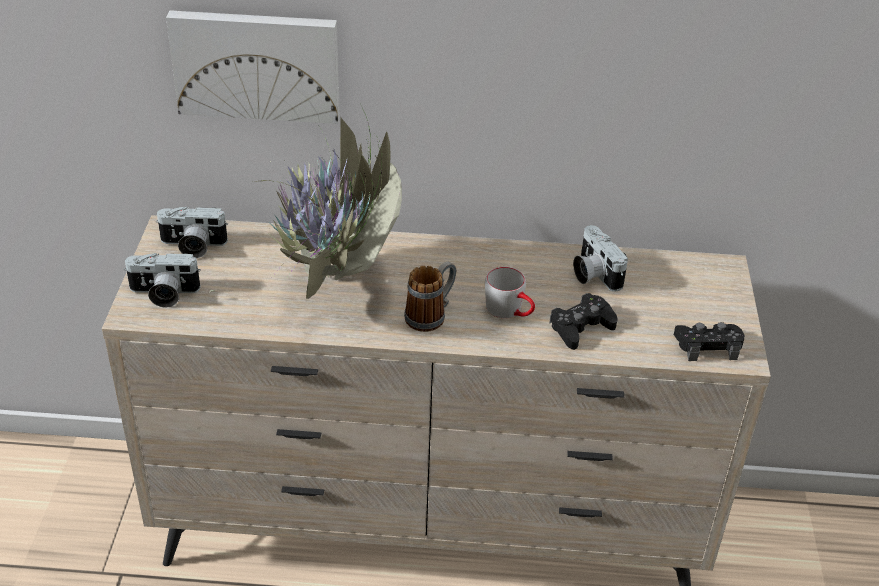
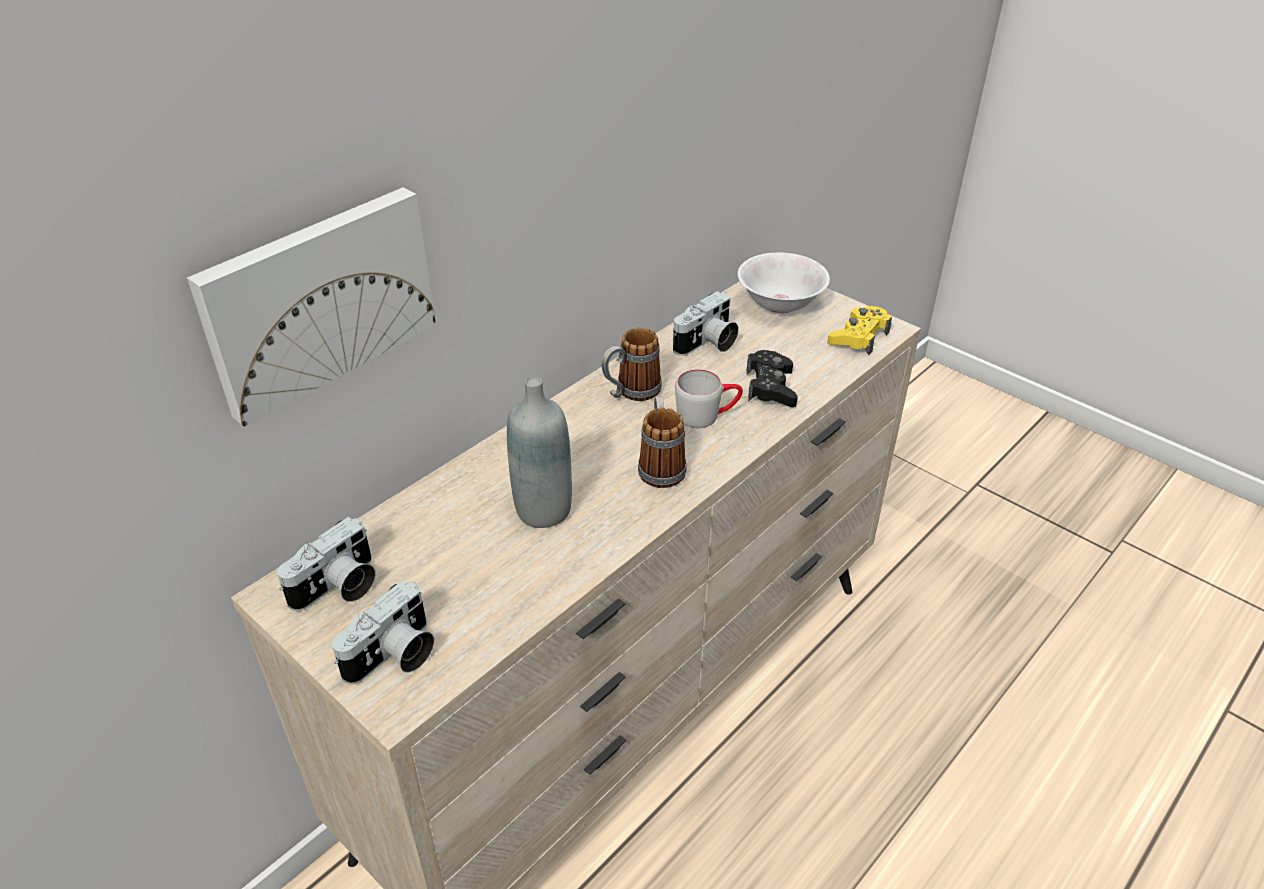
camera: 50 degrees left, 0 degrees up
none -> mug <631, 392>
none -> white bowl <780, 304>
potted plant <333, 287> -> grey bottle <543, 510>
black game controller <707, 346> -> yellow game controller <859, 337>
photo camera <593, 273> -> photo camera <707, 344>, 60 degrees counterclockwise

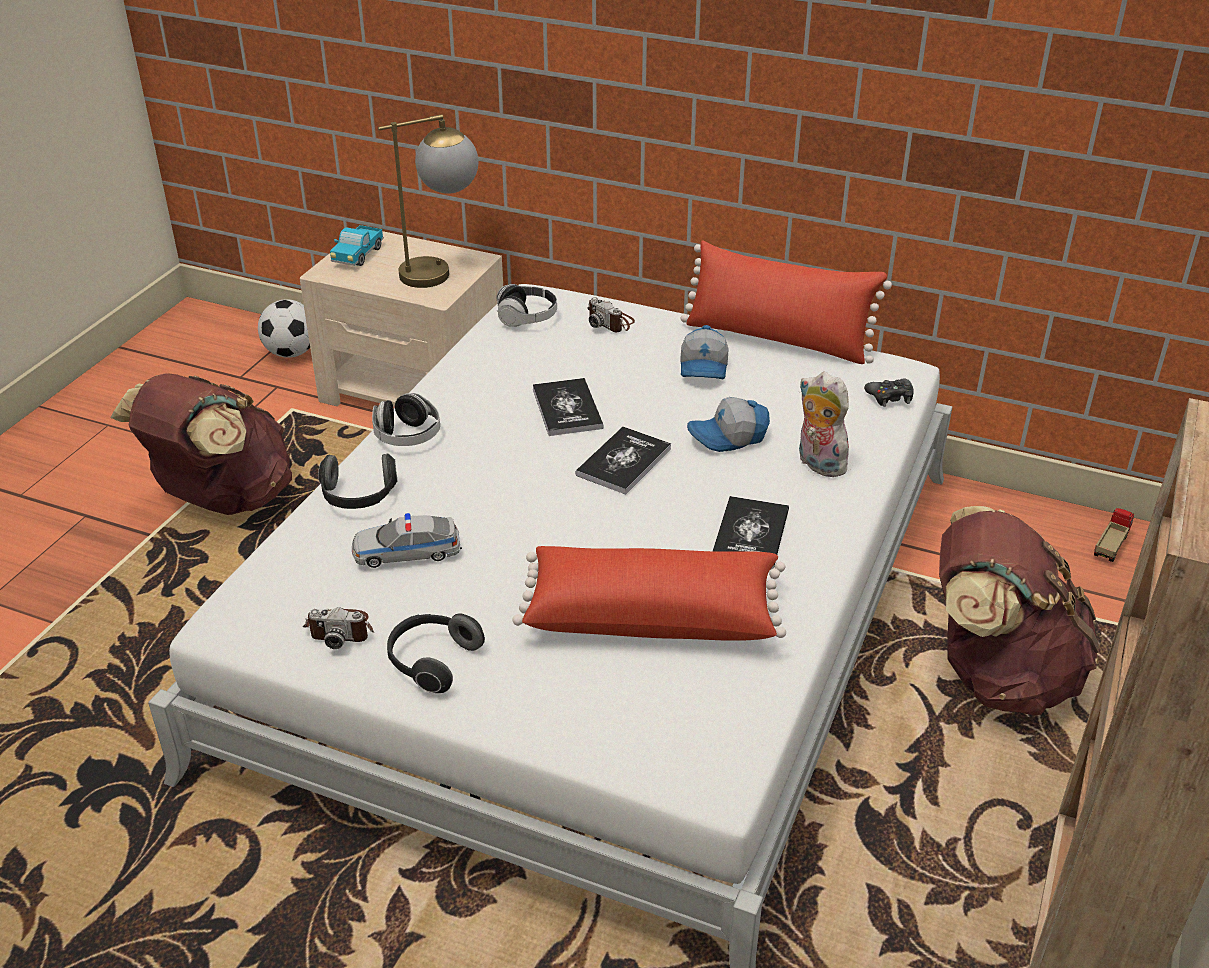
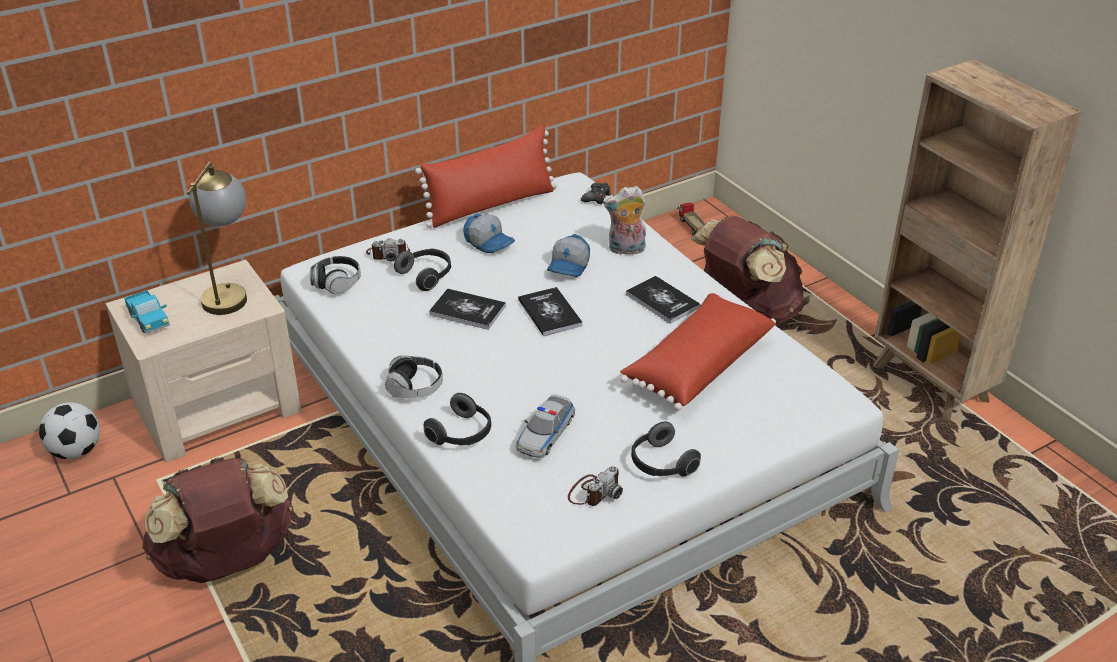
camera: 55 degrees left, 0 degrees up
none -> headphones <426, 276>

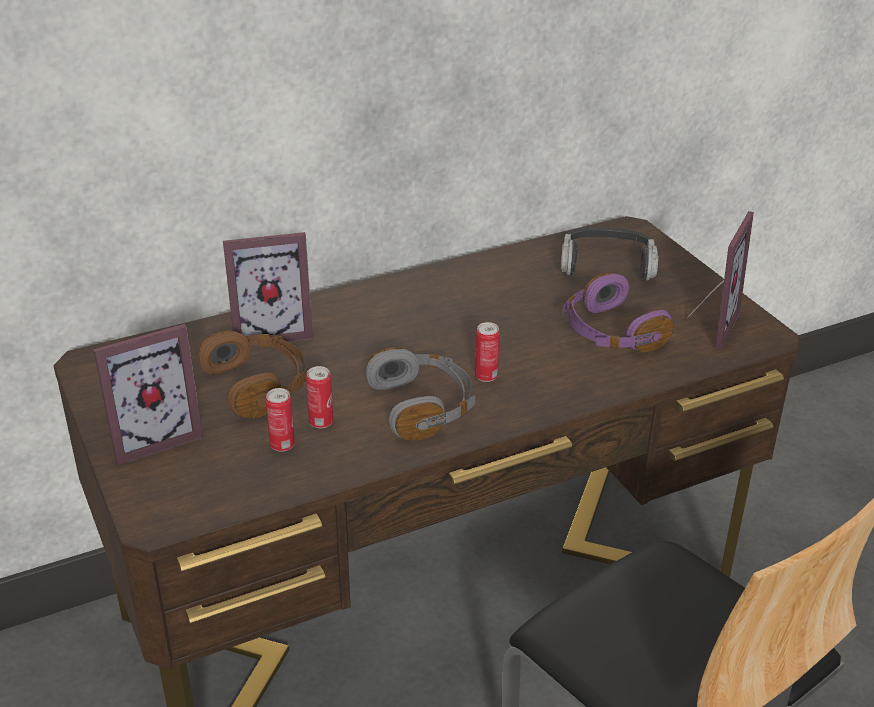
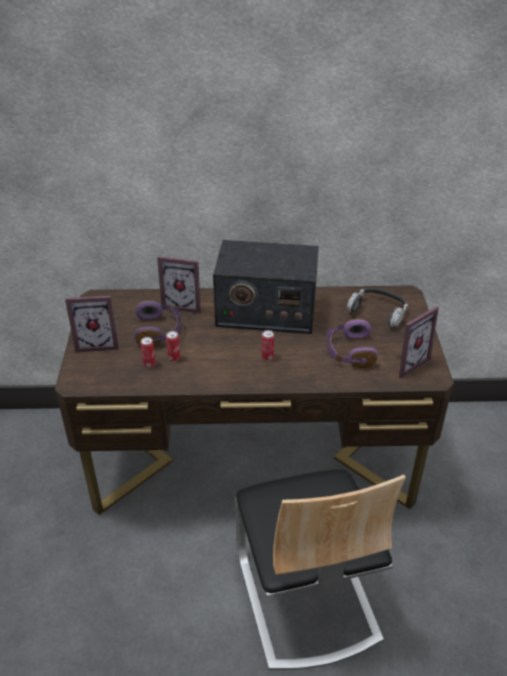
camera: 25 degrees right, 5 degrees up
grey headphones <423, 407> -> none
none -> radio <265, 311>
brown headphones <259, 386> -> purple headphones <159, 331>

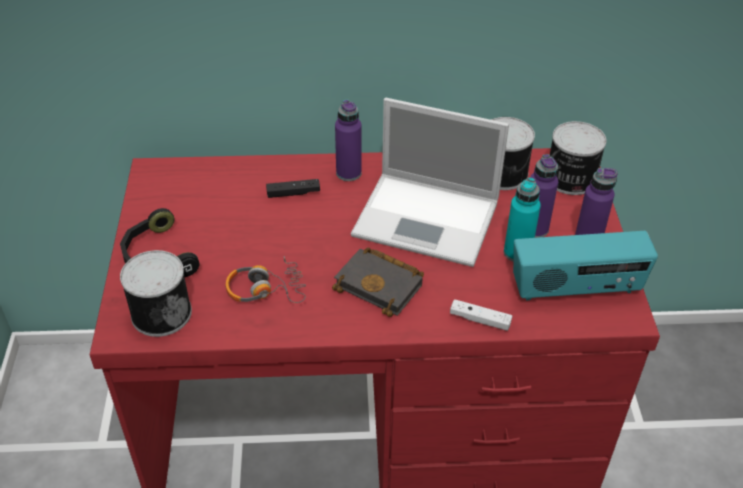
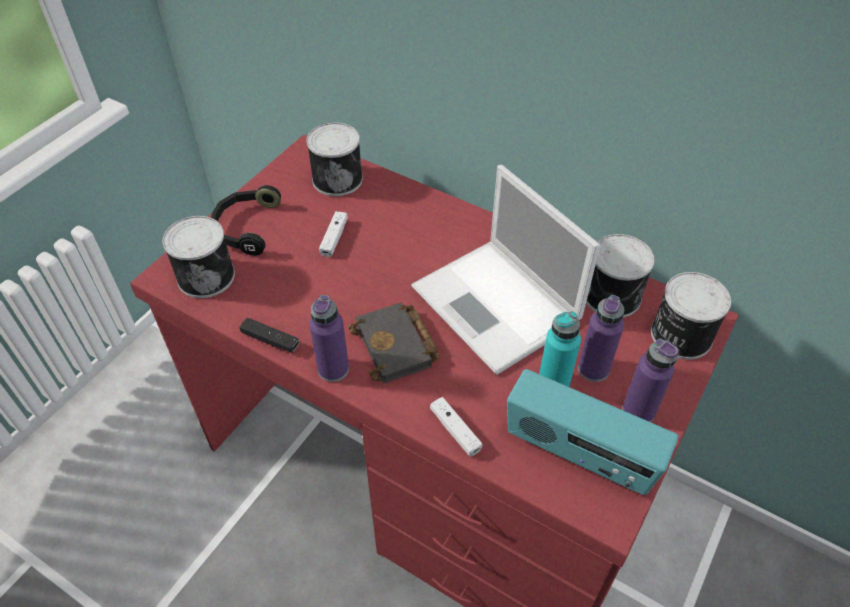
camera: 35 degrees right, 5 degrees up
headphones <266, 289> -> none
none -> can <337, 178>
none -> white game controller <334, 238>
black game controller <293, 193> -> black game controller <270, 340>, shifted
purple bottle <348, 173> -> purple bottle <333, 369>, shifted

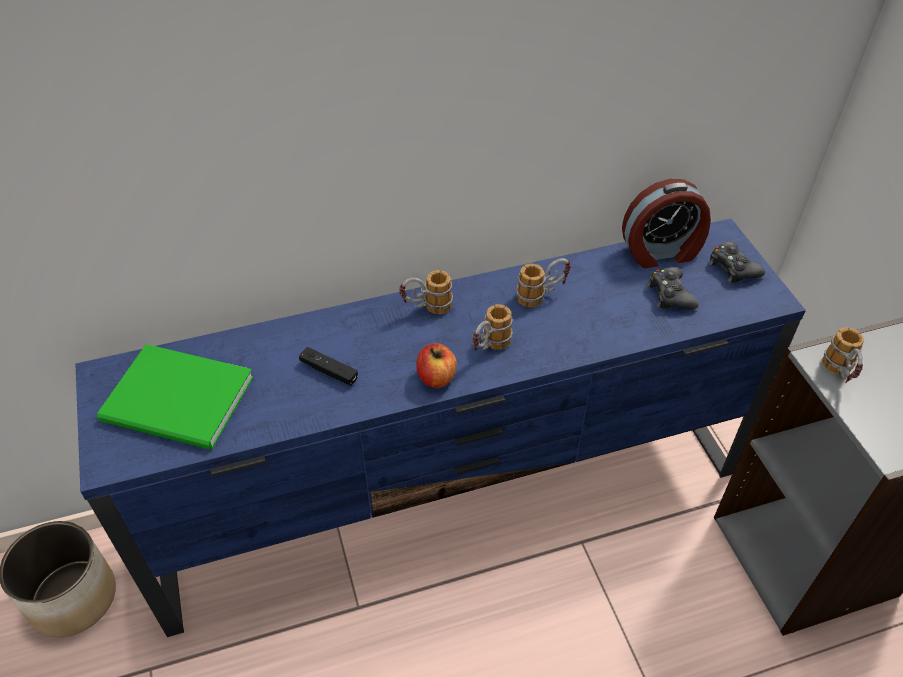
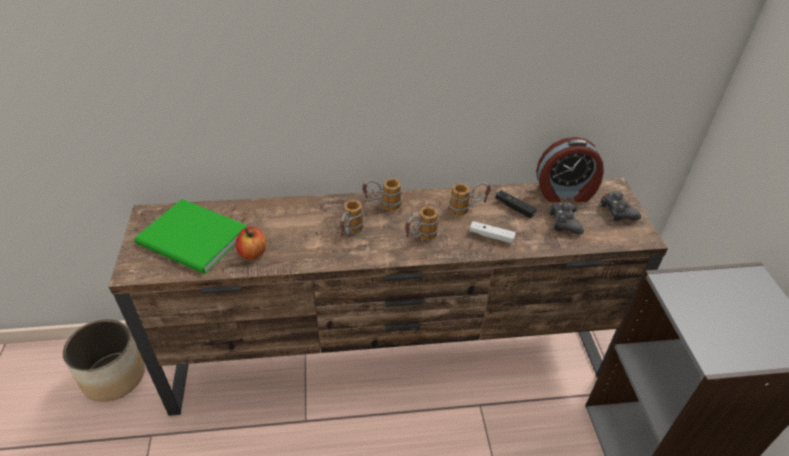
camera: 10 degrees right, 5 degrees down
none -> white game controller <491, 236>
black game controller <329, 371> -> black game controller <514, 208>, shifted
apple <436, 377> -> apple <253, 253>, shifted
mug <839, 374> -> mug <350, 233>, shifted
blue tv stand <453, 498> -> brown tv stand <392, 356>

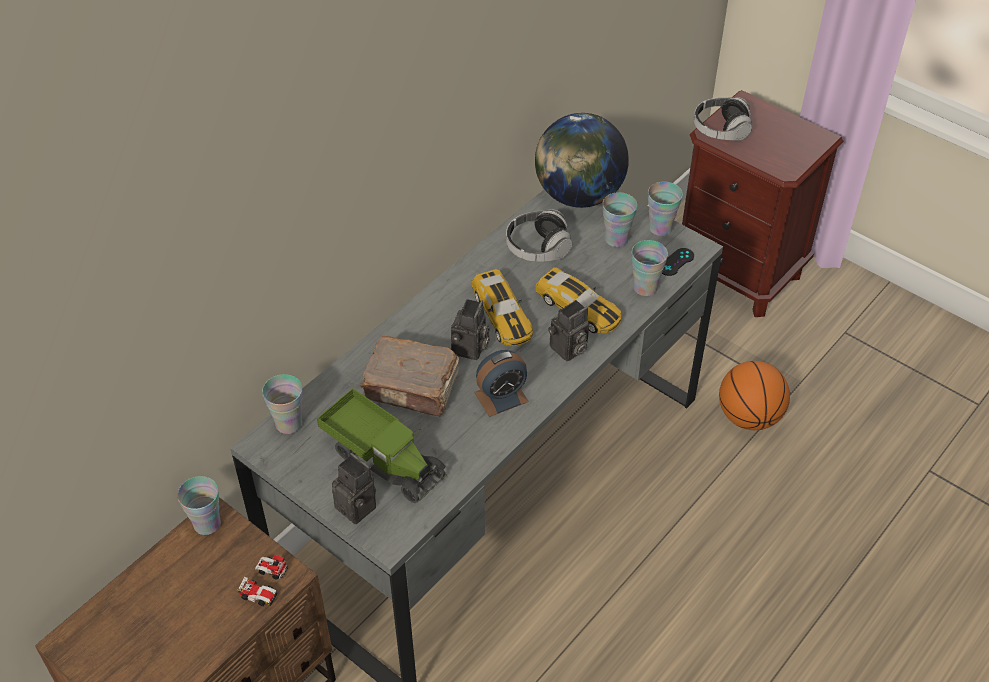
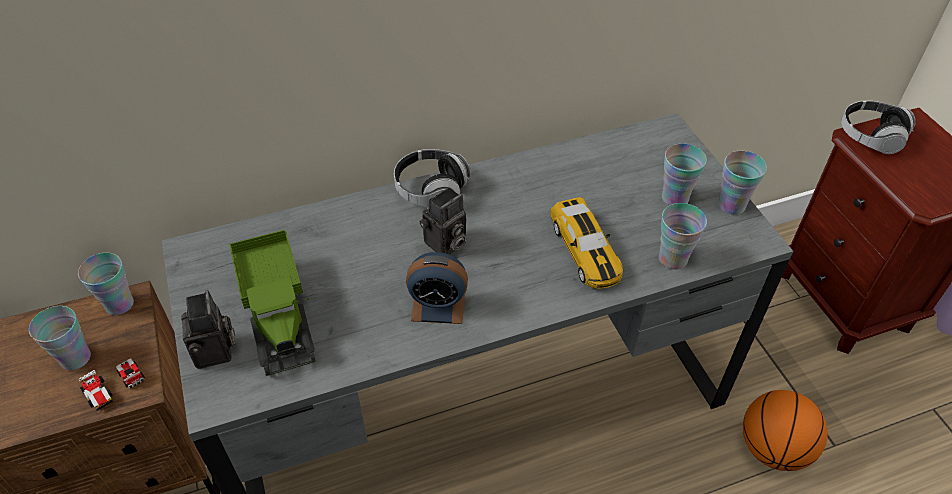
camera: 30 degrees right, 0 degrees up
brown book <412, 387> -> none
toy car <502, 315> -> none
globe <578, 196> -> none
photo camera <568, 350> -> none
black game controller <676, 262> -> none
cup <288, 424> -> cup <75, 358>, shifted
headphones <537, 248> -> headphones <431, 190>, shifted

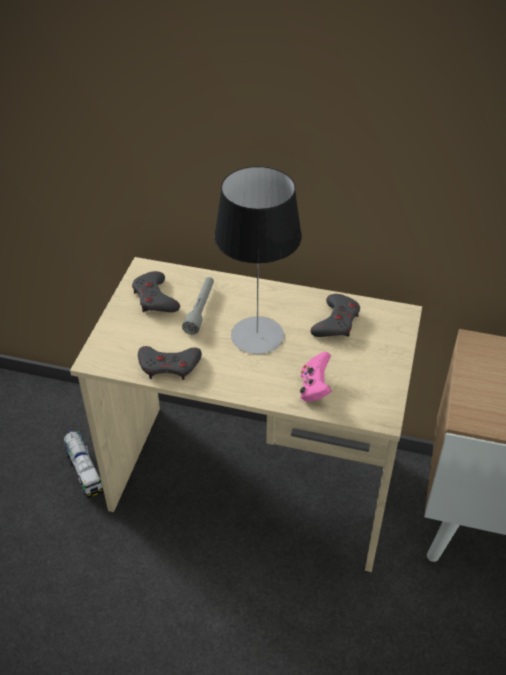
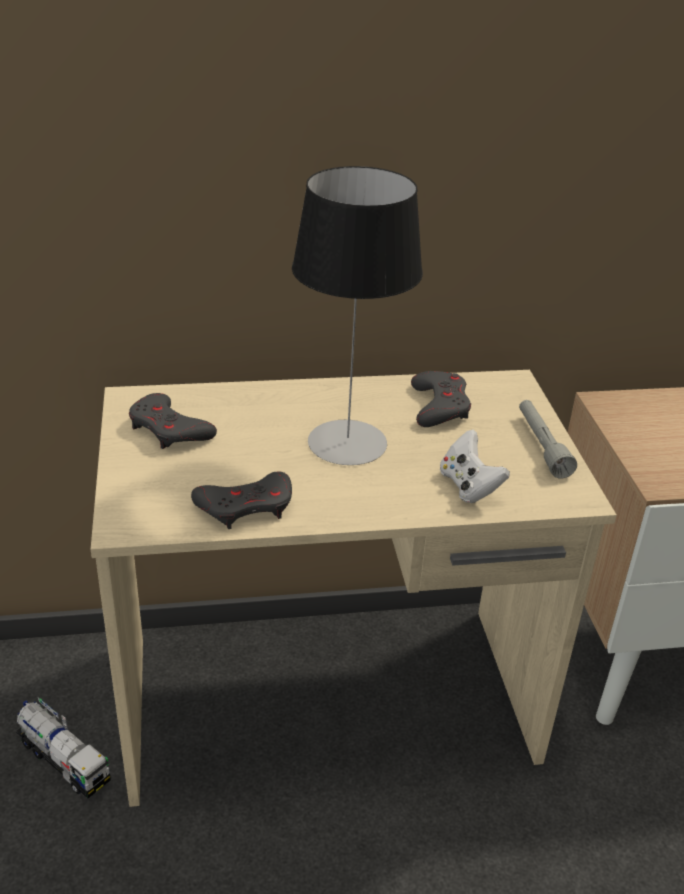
camera: 25 degrees left, 10 degrees down
grey flashlight <200, 310> -> grey flashlight <541, 446>, shifted
pink game controller <314, 388> -> white game controller <468, 486>

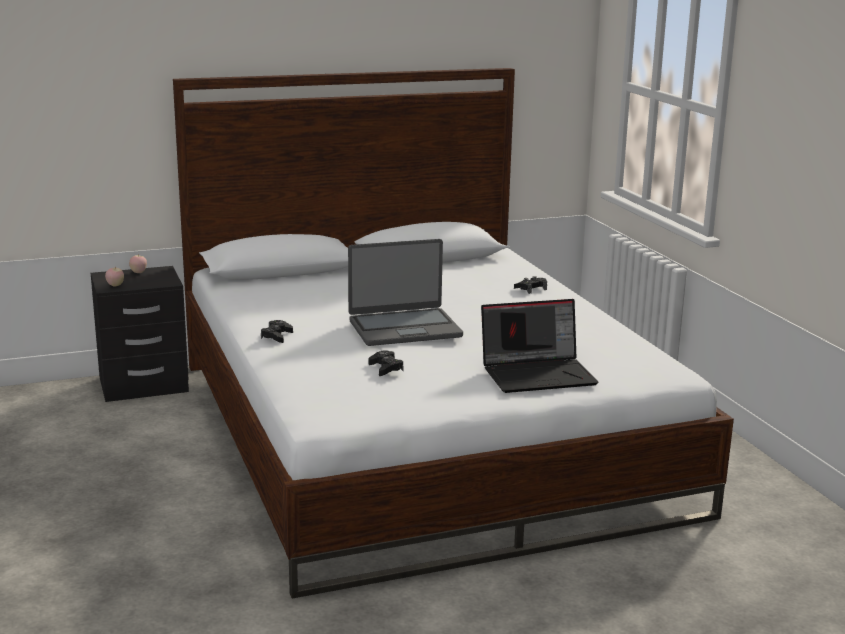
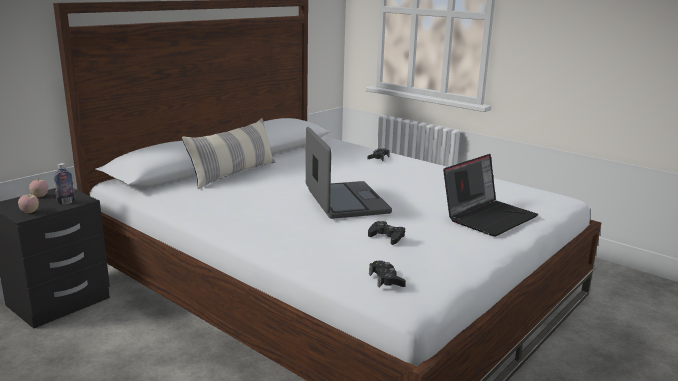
camera: 30 degrees left, 0 degrees up
none -> bottle <66, 202>
none -> pillow <233, 174>
black game controller <276, 336> -> black game controller <386, 280>, shifted
laptop <404, 328> -> laptop <345, 201>, 60 degrees counterclockwise

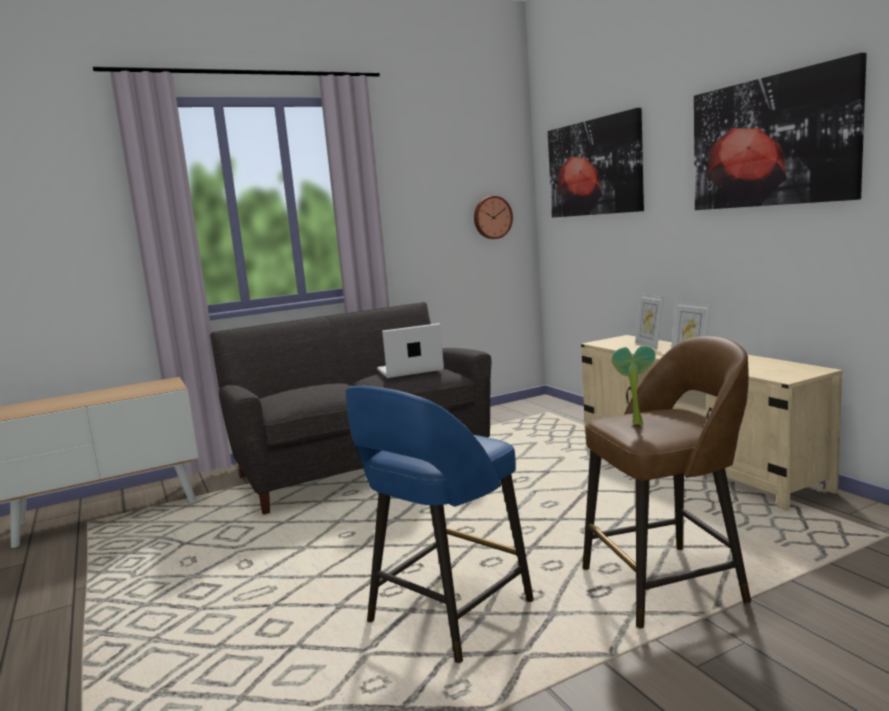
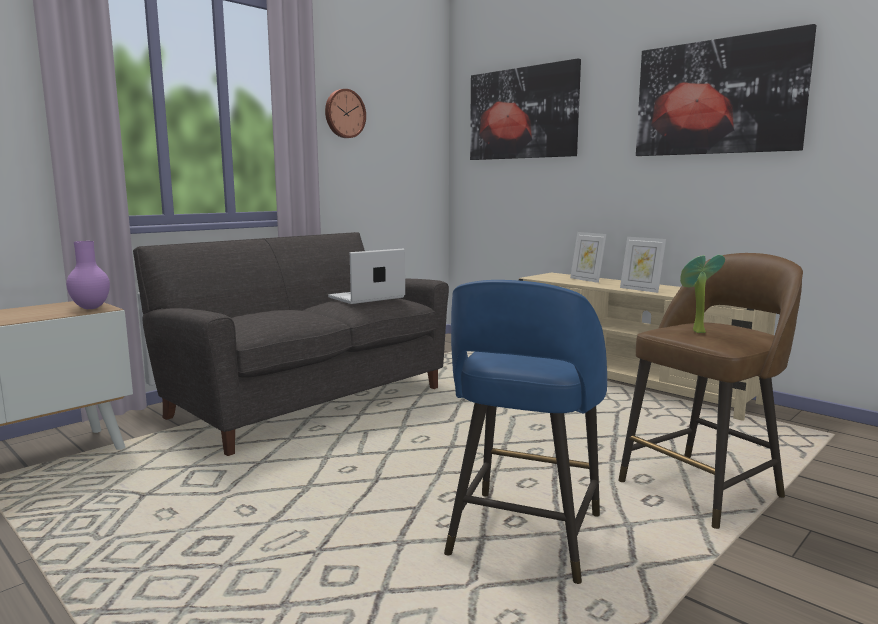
camera: 20 degrees left, 0 degrees up
none -> purple vase <92, 308>
wall clock <492, 217> -> wall clock <344, 114>, shifted

